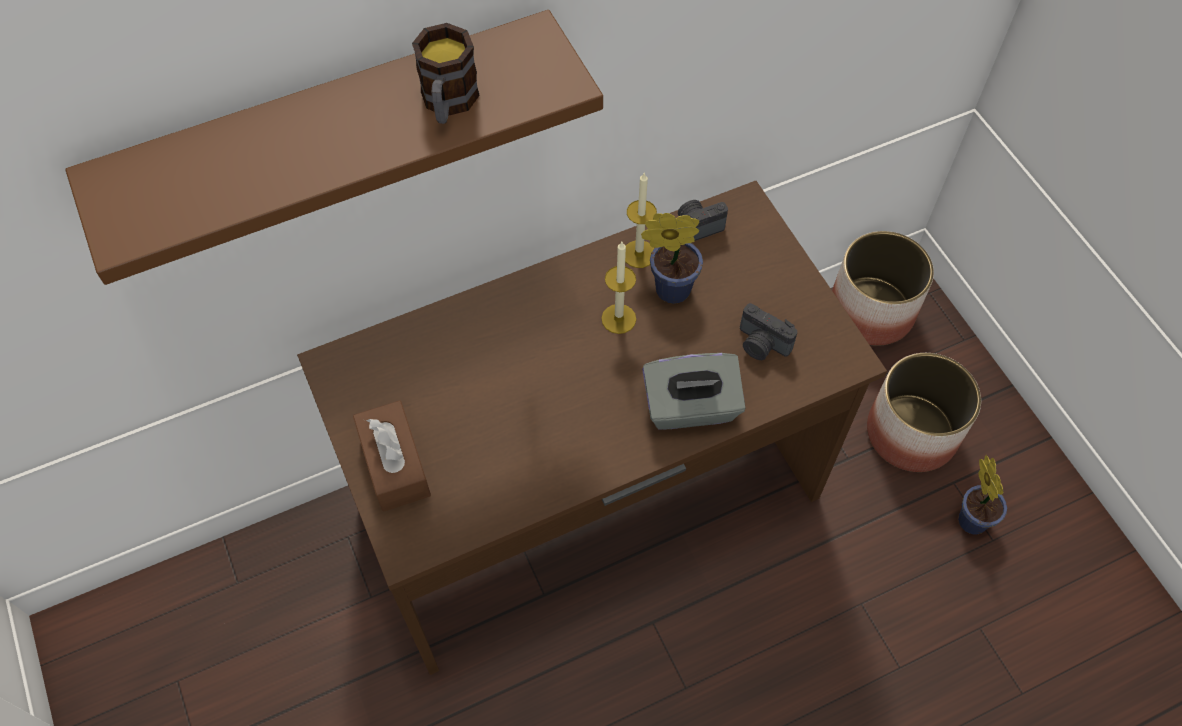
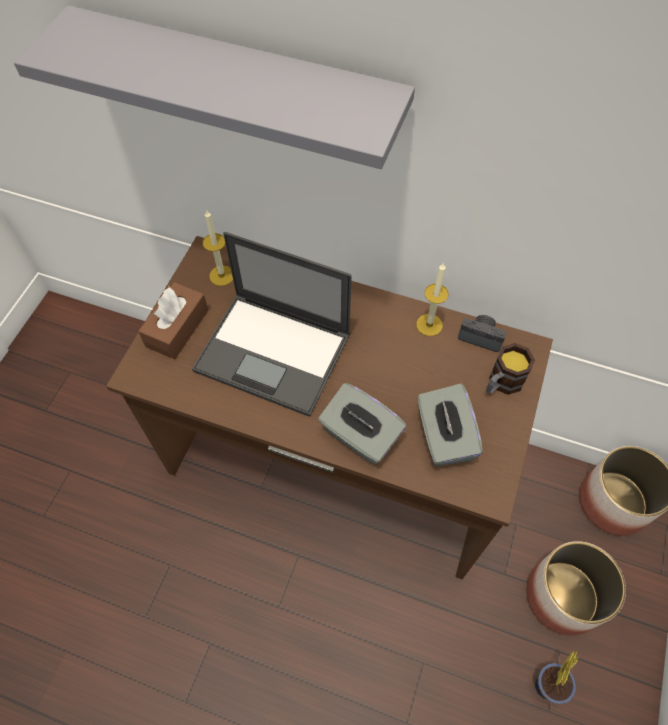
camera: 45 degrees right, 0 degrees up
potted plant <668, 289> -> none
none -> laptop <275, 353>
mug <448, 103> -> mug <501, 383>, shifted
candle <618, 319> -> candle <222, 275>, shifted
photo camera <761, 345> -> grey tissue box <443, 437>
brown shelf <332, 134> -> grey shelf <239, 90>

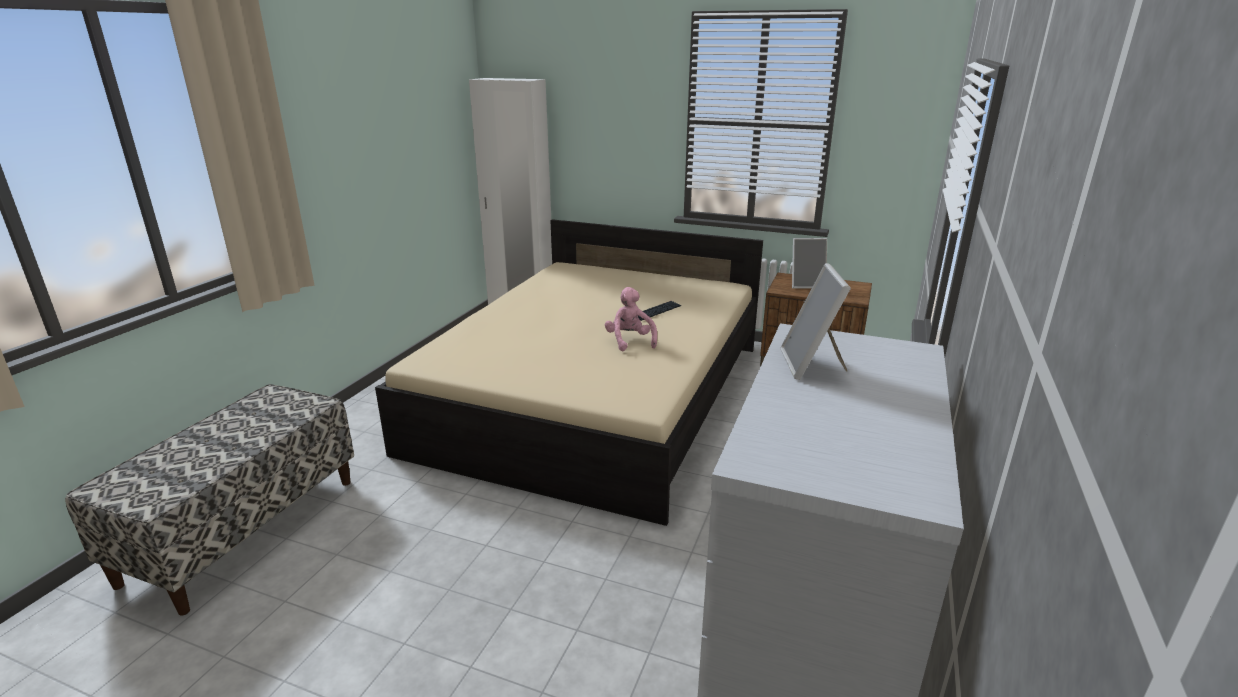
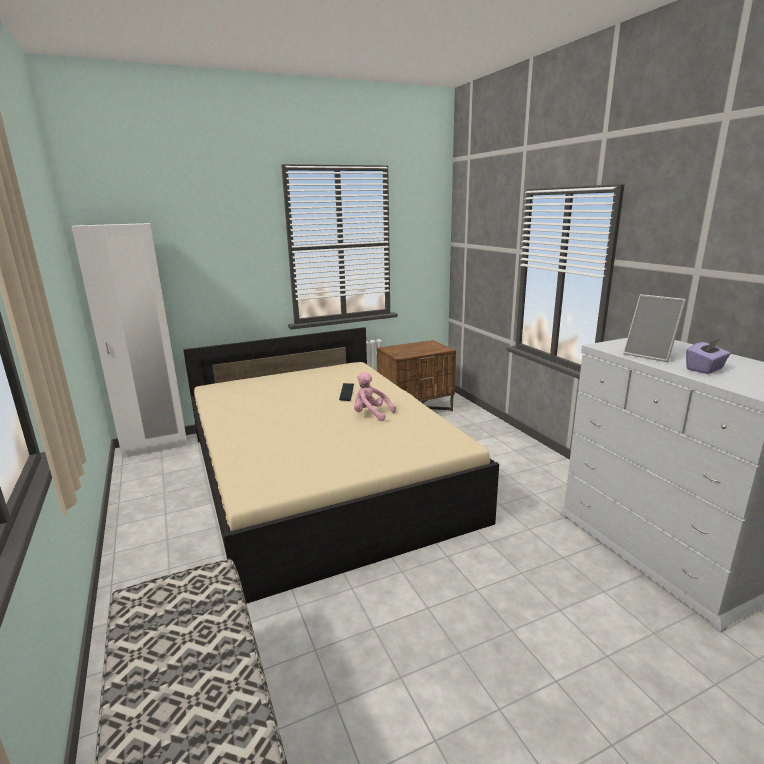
camera: 45 degrees left, 5 degrees down
picture frame <806, 284> -> none
none -> purple tissue box <705, 369>

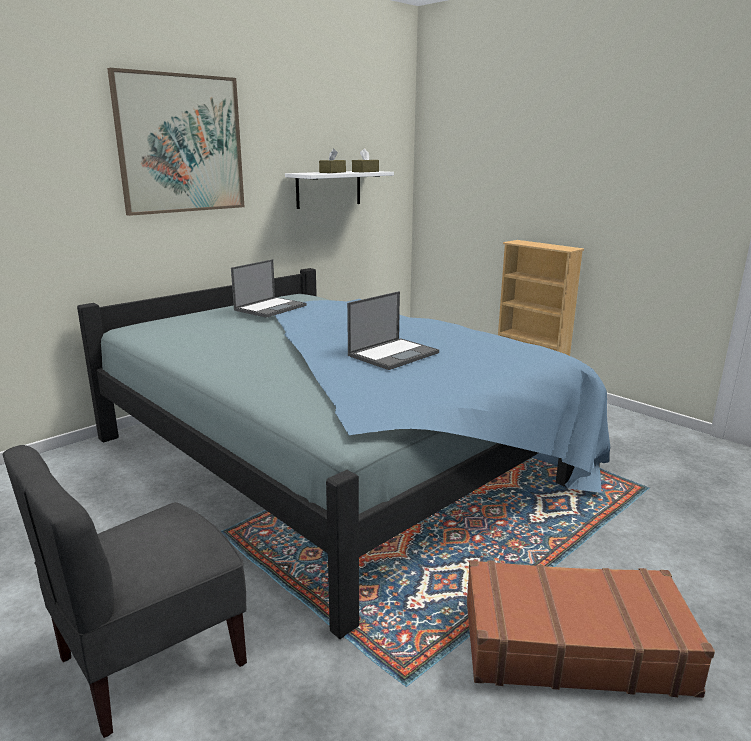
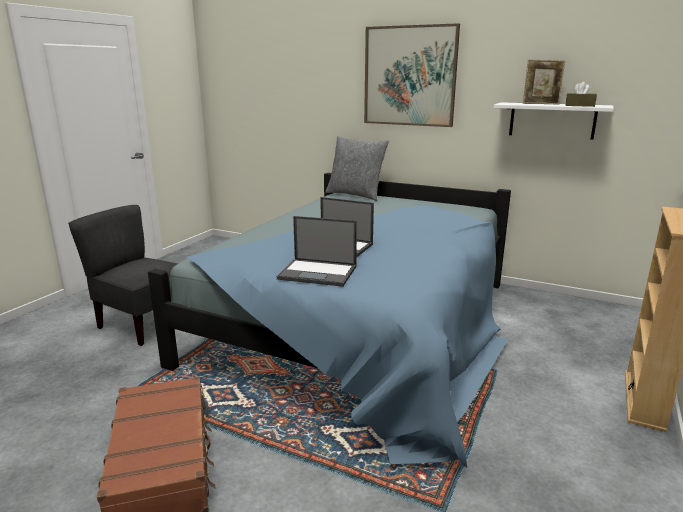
camera: 70 degrees right, 0 degrees up
none -> grey pillow <355, 195>
laptop <271, 307> -> laptop <319, 273>, shifted
brown tissue box <332, 172> -> picture frame <540, 104>

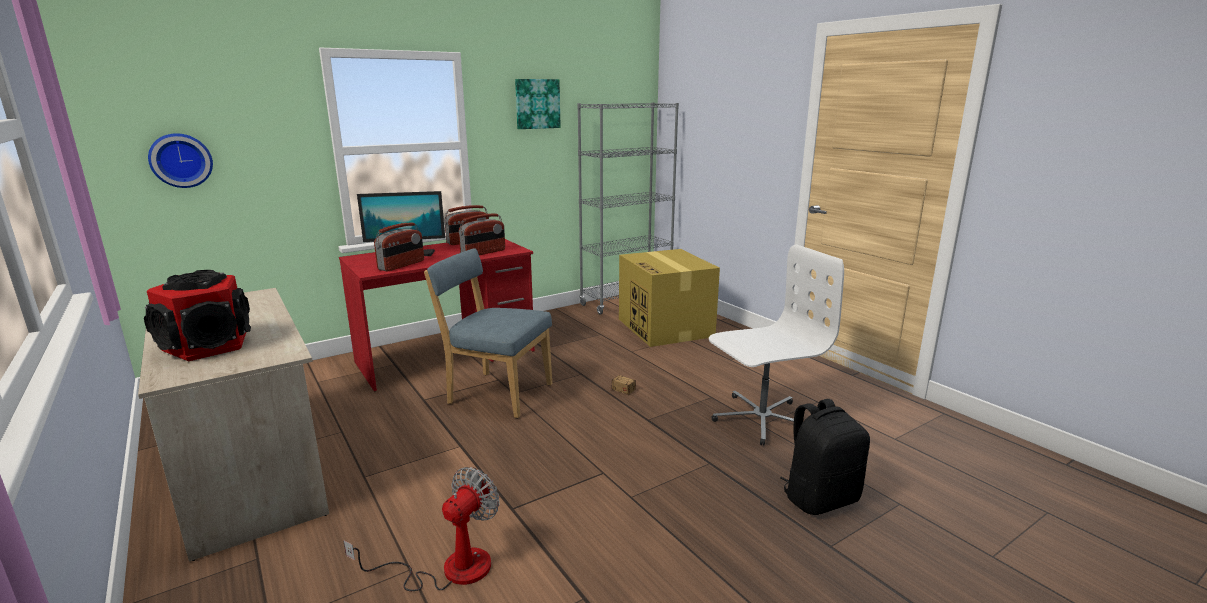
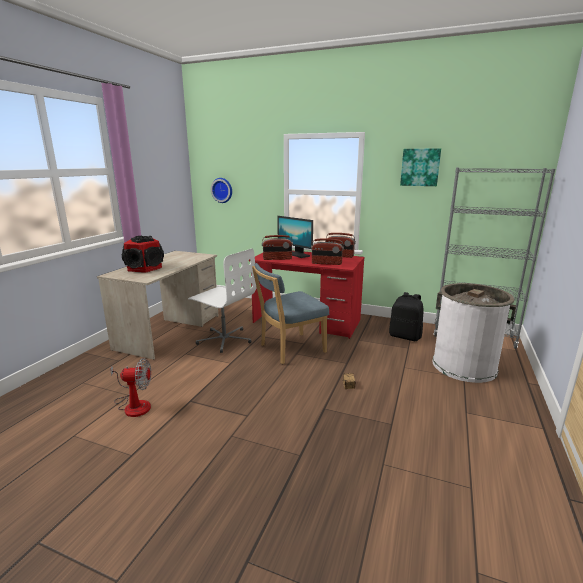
camera: 55 degrees right, 0 degrees up
white office chair <761, 418> -> white office chair <224, 339>, shifted
black backpack <820, 498> -> black backpack <405, 336>, shifted
cardboard box <666, 328> -> white trash can <464, 366>
blue chair <496, 393> -> blue chair <289, 349>, 105 degrees counterclockwise

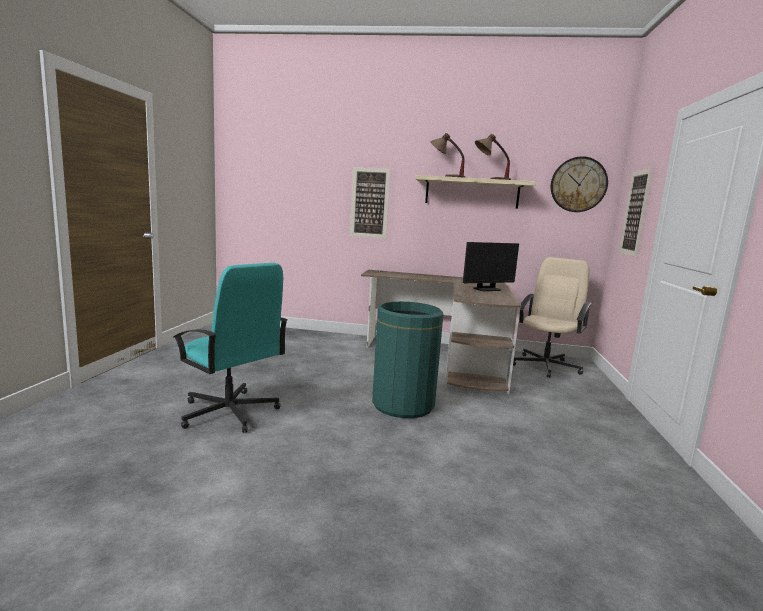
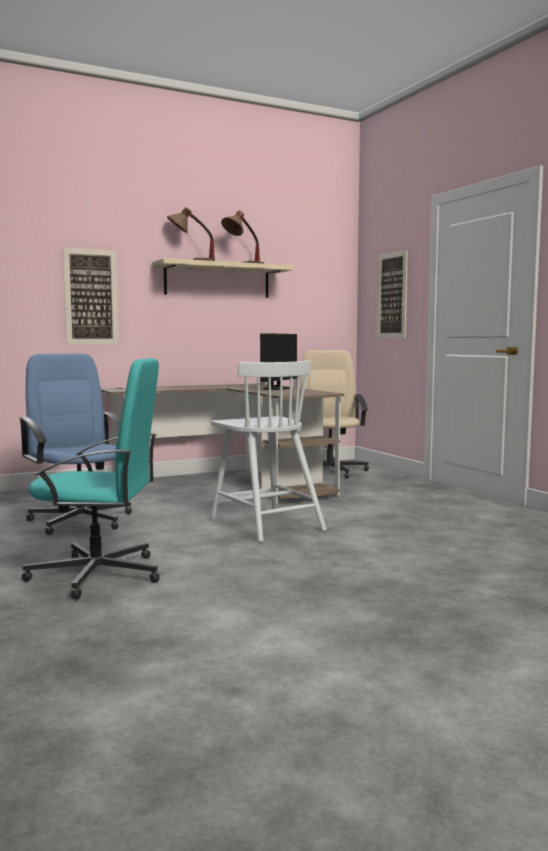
camera: 35 degrees left, 5 degrees down
wall clock <578, 184> -> none
none -> blue office chair <81, 520>
green trash can <403, 405> -> white chair <265, 524>

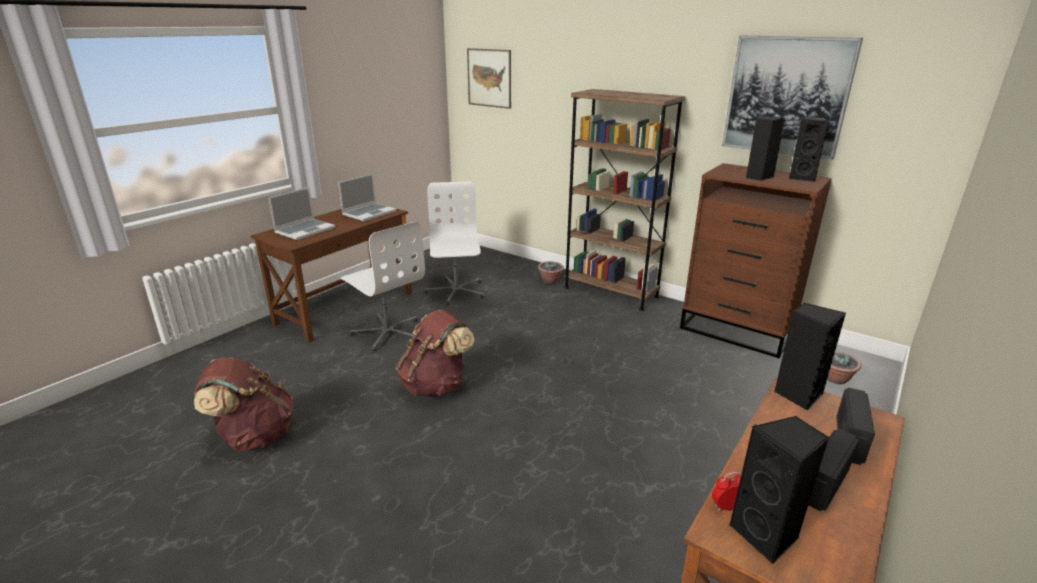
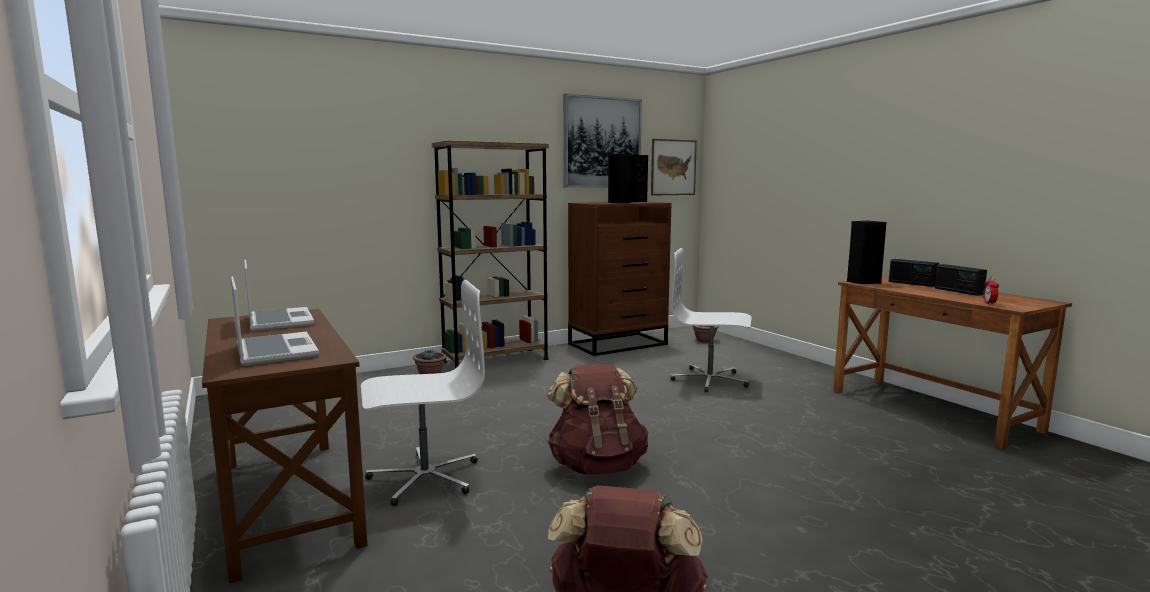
camera: 65 degrees left, 15 degrees down
black speaker <767, 535> -> none
white office chair <456, 291> -> white office chair <710, 380>, shifted
picture <489, 78> -> picture <673, 167>, shifted

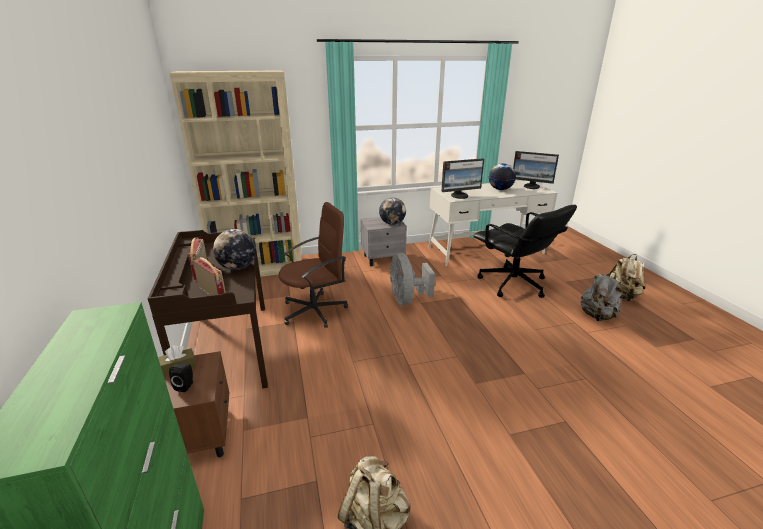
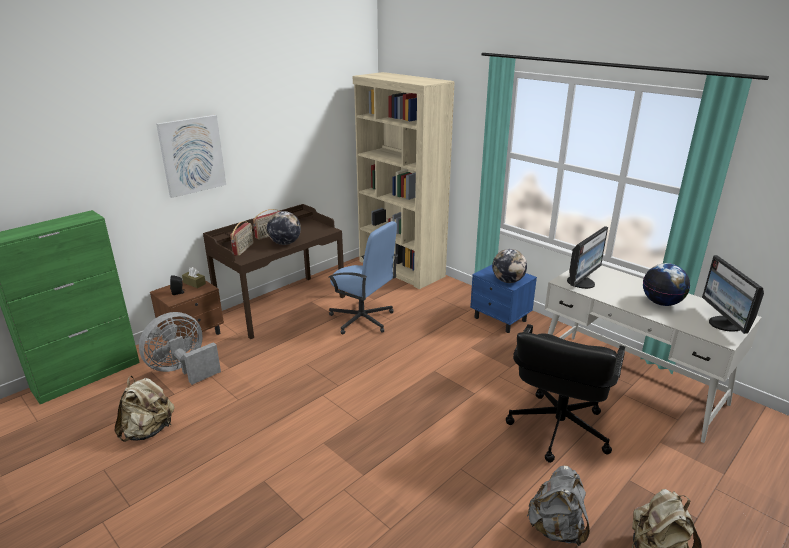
camera: 60 degrees right, 0 degrees up
none -> picture <192, 155>
grey fan <407, 299> -> grey fan <182, 370>, shifted
brown office chair <315, 311> -> blue office chair <362, 319>
grey nightstand <383, 259> -> blue nightstand <500, 319>
monitor <460, 196> -> monitor <582, 282>, 90 degrees counterclockwise

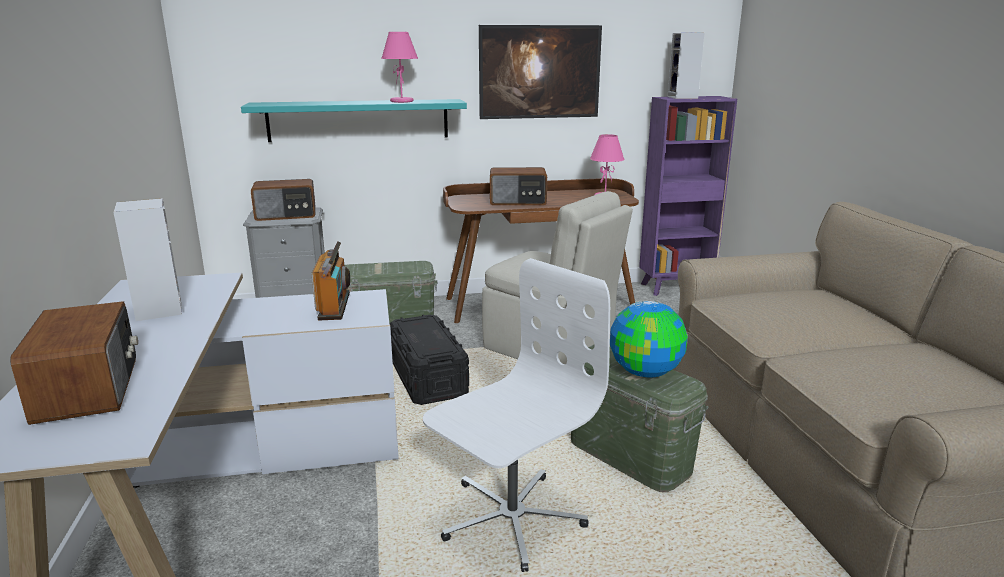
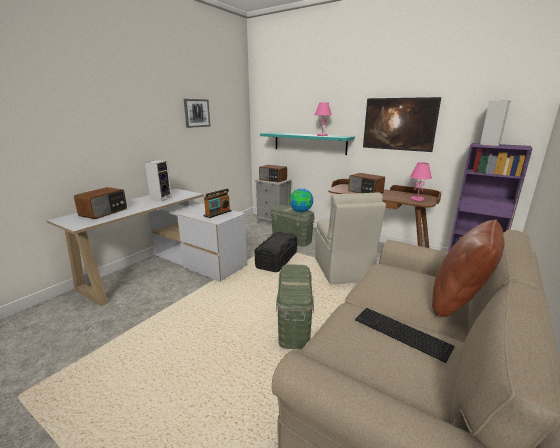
camera: 45 degrees right, 0 degrees up
white office chair <511, 518> -> none
none -> picture <196, 113>
none -> keyboard <402, 334>
none -> brown pillow <458, 302>
globe <646, 372> -> globe <301, 211>, shifted

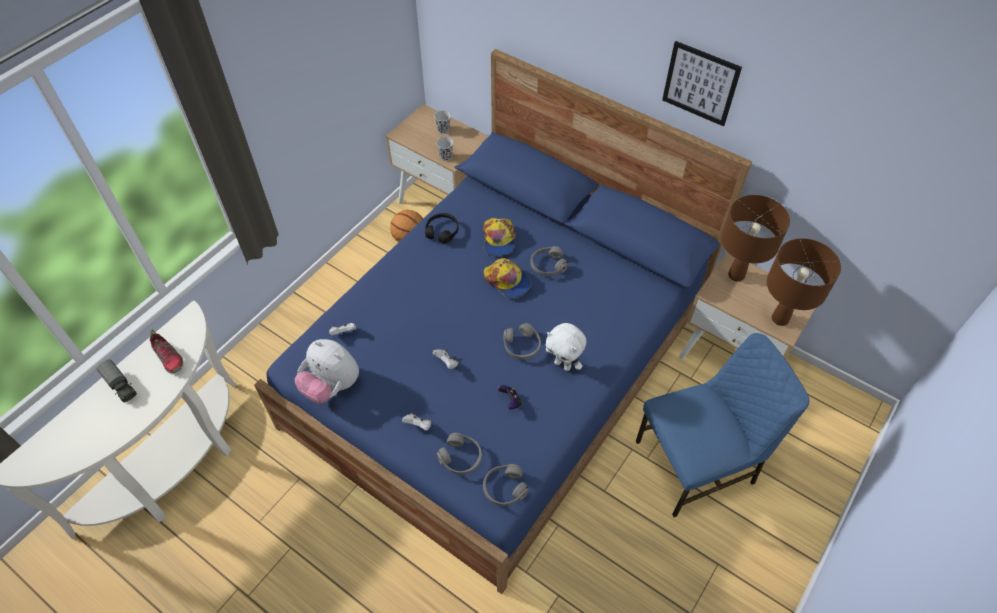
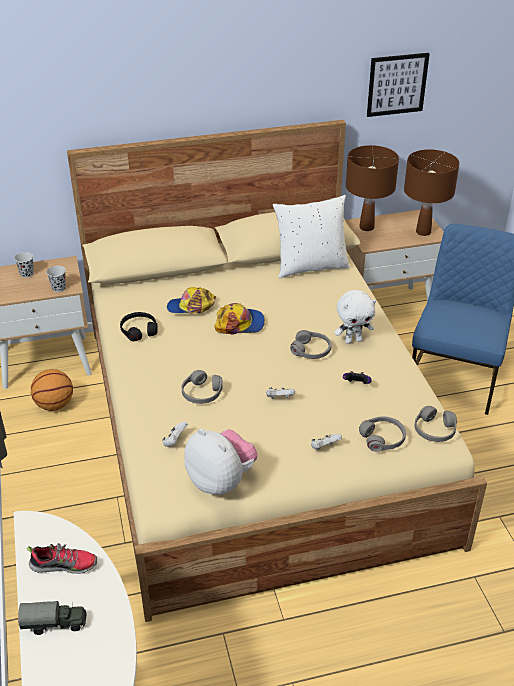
camera: 50 degrees left, 15 degrees down
none -> white pillow <310, 266>
grey headphones <547, 265> -> grey headphones <202, 393>, shifted
picture <700, 83> -> picture <397, 84>, shifted
blue bed <500, 366> -> beige bed <257, 427>
plush toy <331, 386> -> plush toy <221, 481>, 120 degrees counterclockwise
cap <498, 240> -> cap <191, 307>, 135 degrees clockwise

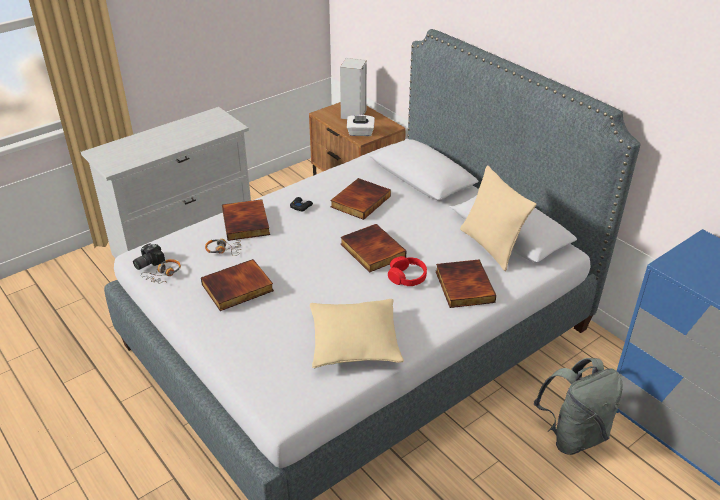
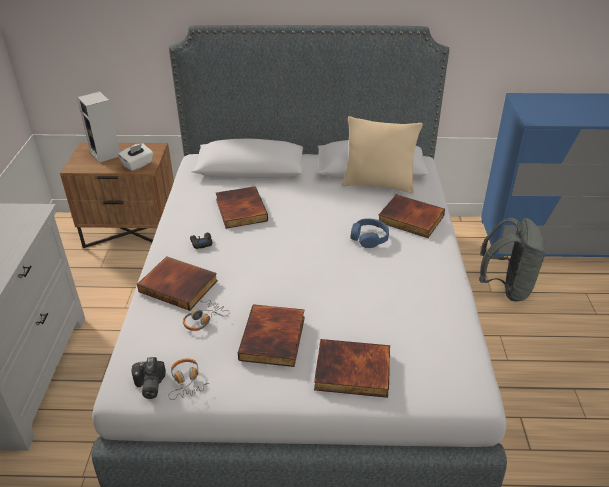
camera: 50 degrees left, 0 degrees up
beige pillow <354, 342> -> none
book <371, 251> -> book <352, 372>, shifted
red headphones <407, 277> -> blue headphones <369, 238>

